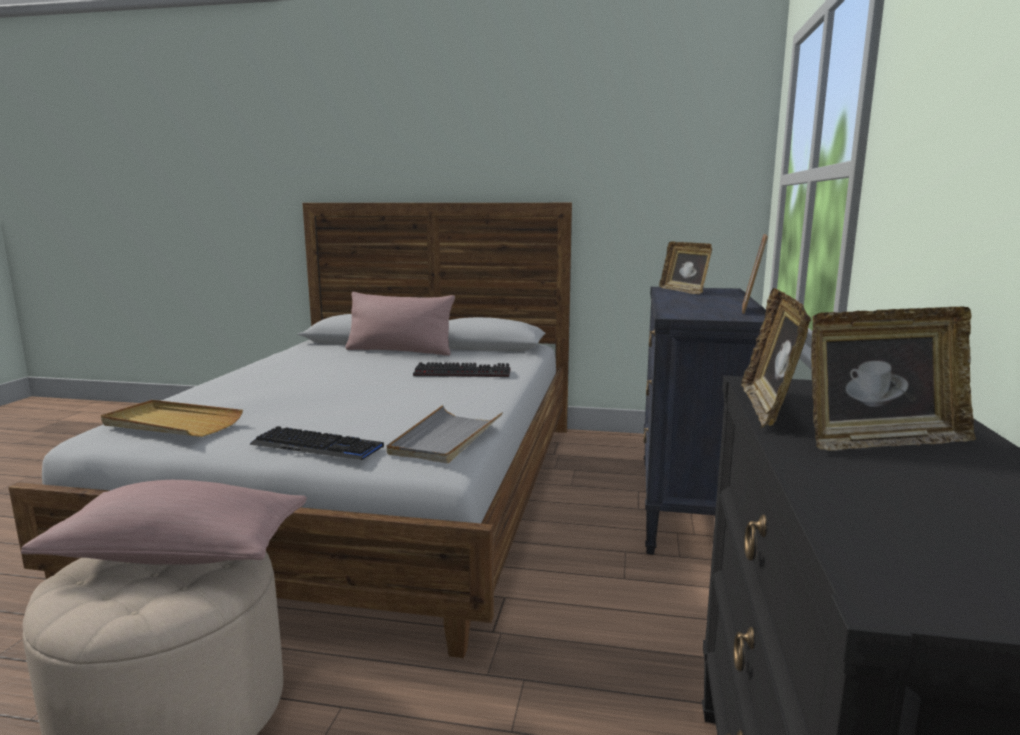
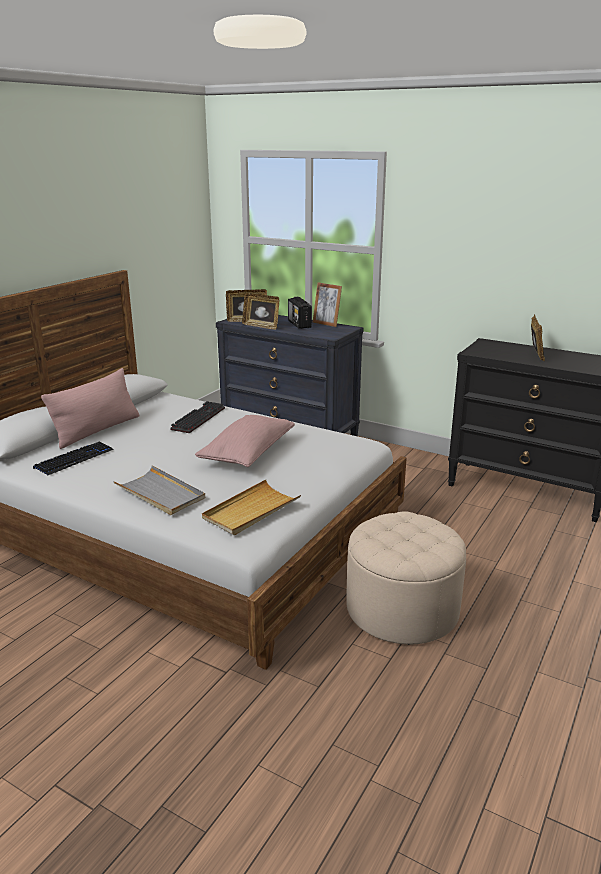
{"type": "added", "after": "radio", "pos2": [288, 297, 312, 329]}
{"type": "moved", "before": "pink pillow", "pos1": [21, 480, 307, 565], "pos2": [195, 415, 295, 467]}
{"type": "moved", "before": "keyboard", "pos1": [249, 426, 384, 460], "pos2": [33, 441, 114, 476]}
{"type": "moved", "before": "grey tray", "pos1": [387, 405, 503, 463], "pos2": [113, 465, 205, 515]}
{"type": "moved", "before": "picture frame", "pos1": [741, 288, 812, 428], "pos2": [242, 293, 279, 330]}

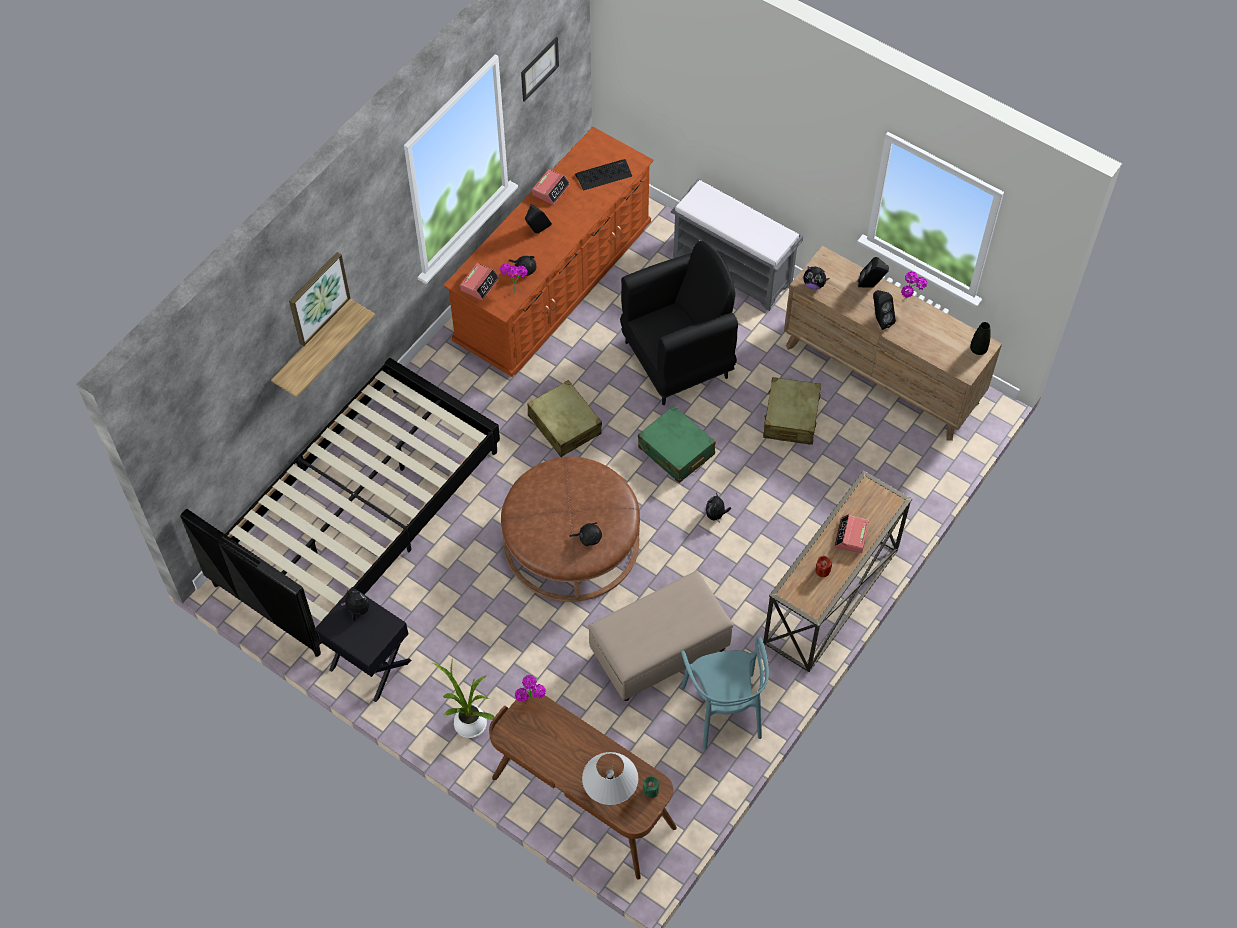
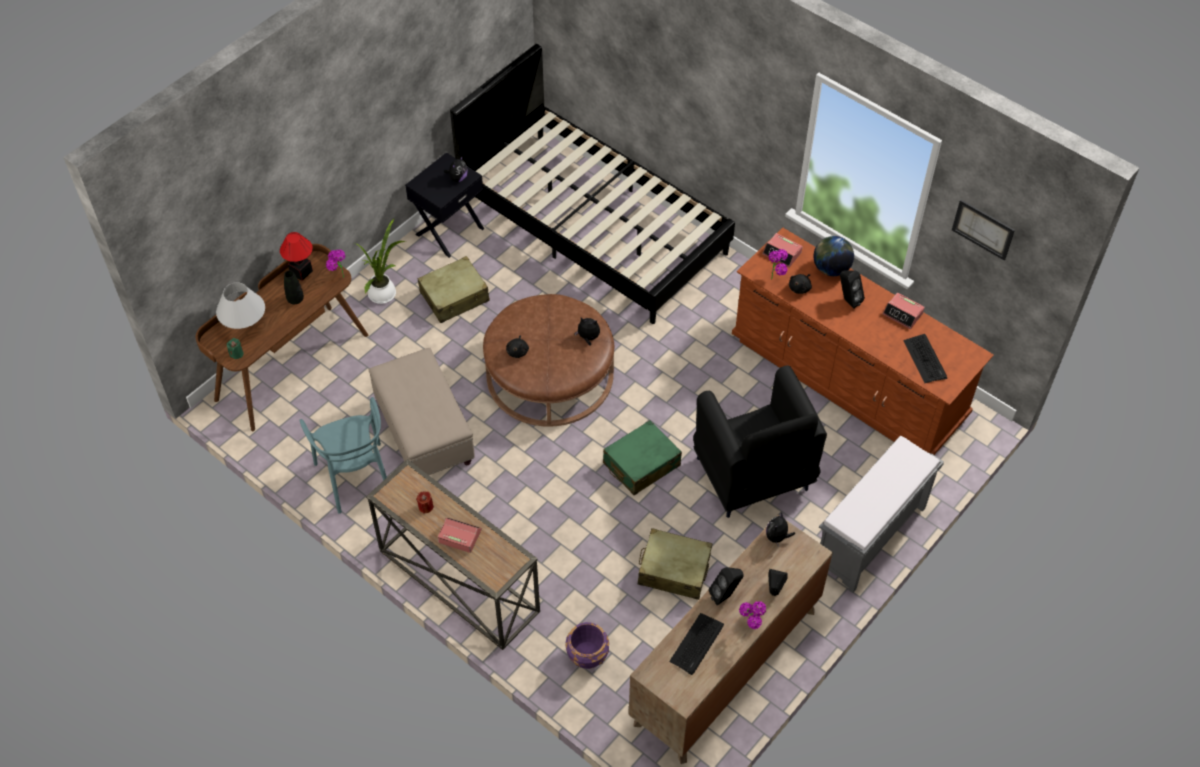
{"type": "removed", "before": "shelf", "pos1": [271, 299, 375, 397]}
{"type": "removed", "before": "picture", "pos1": [289, 252, 351, 346]}
{"type": "added", "after": "table lamp", "pos2": [280, 232, 313, 281]}
{"type": "added", "after": "purple planter", "pos2": [565, 622, 609, 669]}
{"type": "added", "after": "keyboard", "pos2": [669, 613, 724, 675]}
{"type": "added", "after": "globe", "pos2": [814, 236, 854, 276]}
{"type": "moved", "before": "beige suitcase", "pos1": [527, 380, 602, 457], "pos2": [417, 256, 490, 323]}
{"type": "moved", "before": "plush toy", "pos1": [706, 493, 731, 523], "pos2": [574, 318, 600, 346]}
{"type": "moved", "before": "black vase", "pos1": [970, 322, 991, 355], "pos2": [284, 270, 304, 304]}
{"type": "turned", "before": "turquoise chair", "pos1": [681, 636, 769, 749], "pos2": [299, 397, 387, 514], "turn": -105}

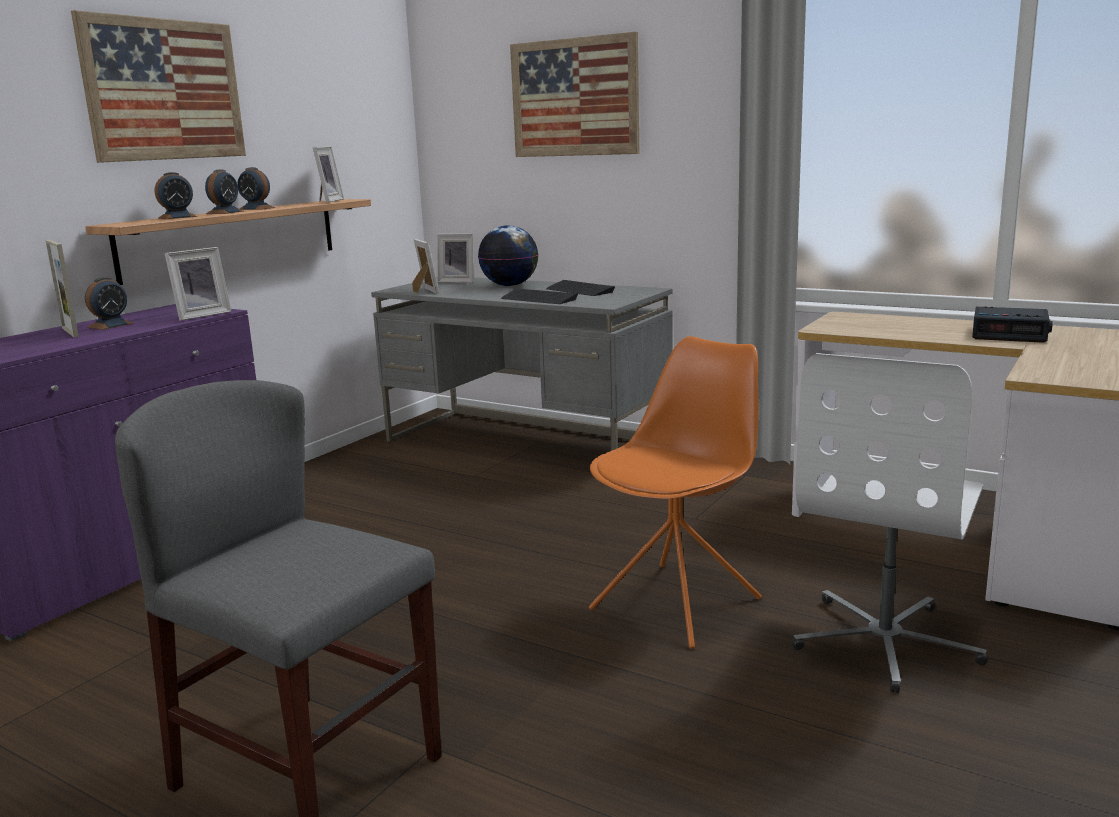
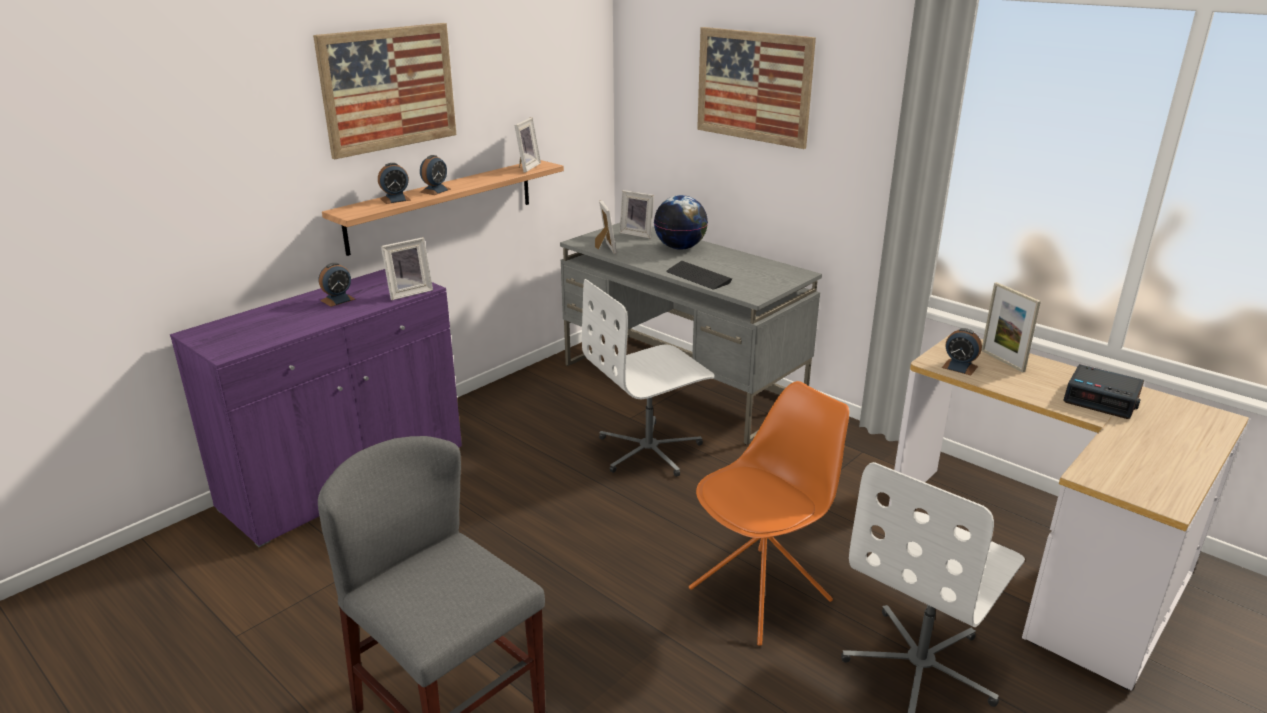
{"type": "removed", "before": "keyboard", "pos1": [546, 280, 615, 296]}
{"type": "added", "after": "white office chair", "pos2": [582, 279, 715, 477]}
{"type": "moved", "before": "picture frame", "pos1": [45, 240, 79, 338], "pos2": [981, 282, 1041, 372]}
{"type": "moved", "before": "alarm clock", "pos1": [237, 167, 275, 210], "pos2": [942, 328, 982, 375]}

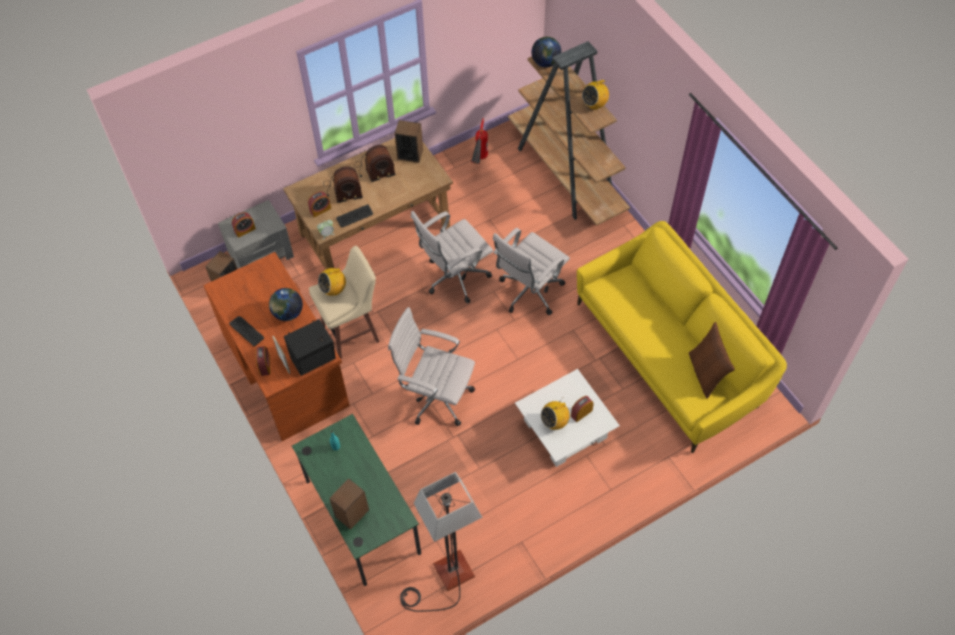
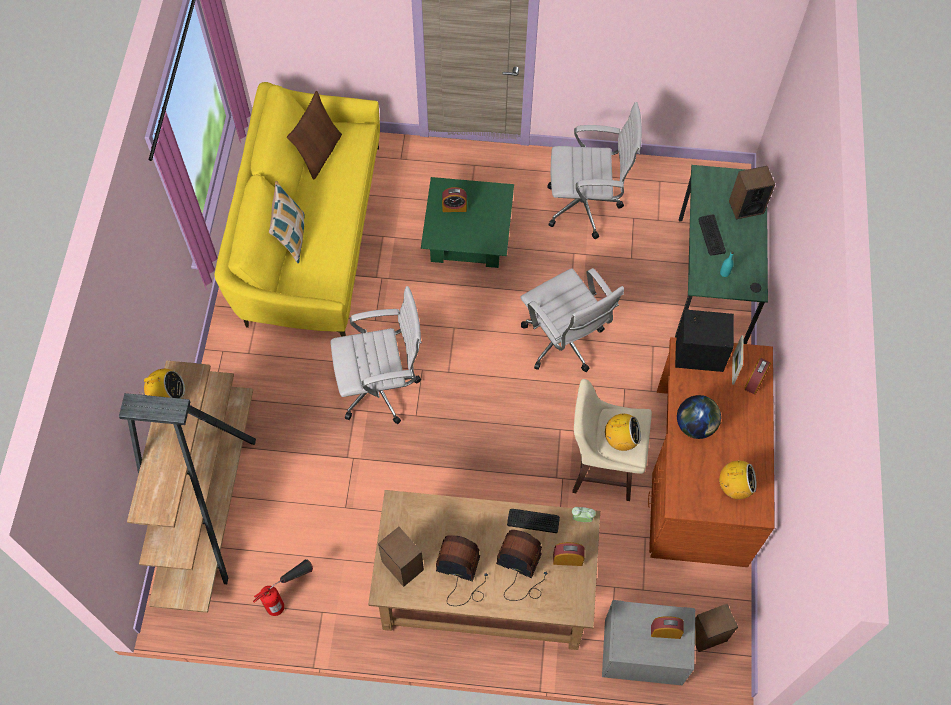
{"type": "removed", "before": "floor lamp", "pos1": [400, 472, 482, 612]}
{"type": "removed", "before": "globe", "pos1": [531, 37, 562, 68]}
{"type": "added", "after": "pillow", "pos2": [269, 181, 305, 264]}
{"type": "moved", "before": "keyboard", "pos1": [229, 316, 264, 347], "pos2": [698, 214, 726, 255]}
{"type": "moved", "before": "white office chair", "pos1": [411, 211, 493, 304], "pos2": [547, 102, 642, 239]}
{"type": "moved", "before": "radio", "pos1": [541, 400, 570, 430], "pos2": [719, 460, 757, 499]}
{"type": "recoloured", "before": "white coffee table", "after": "green coffee table", "pos1": [515, 369, 620, 467], "pos2": [421, 177, 514, 268]}

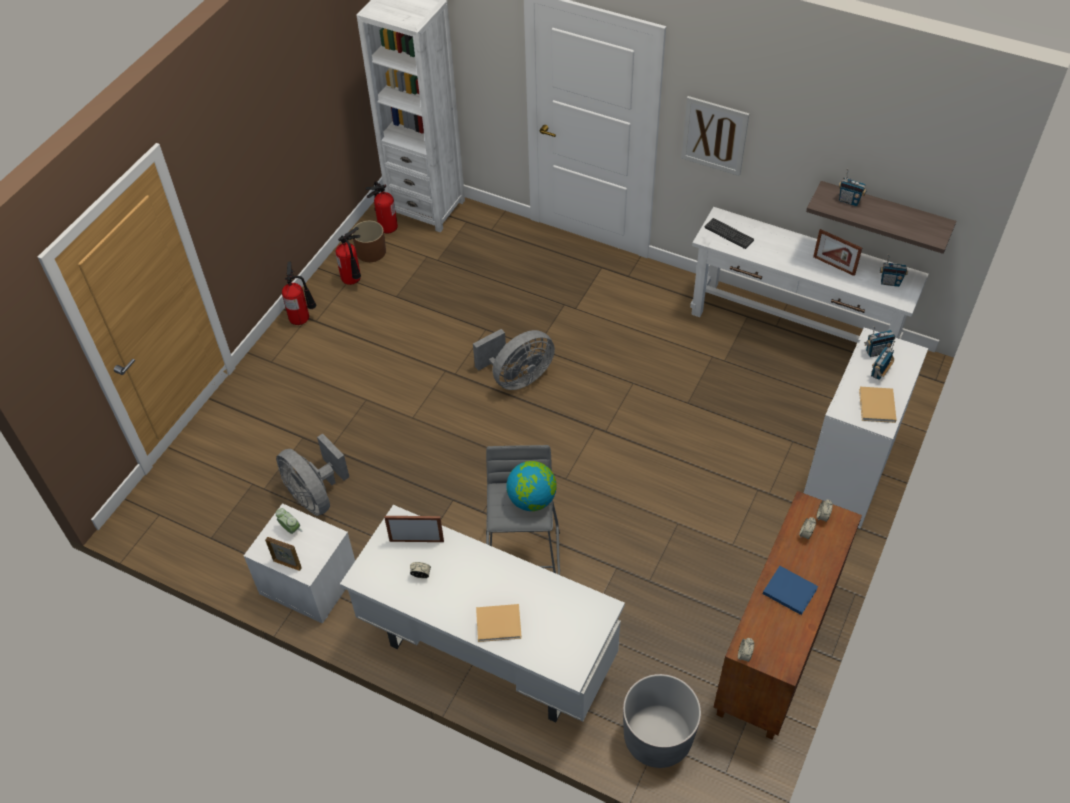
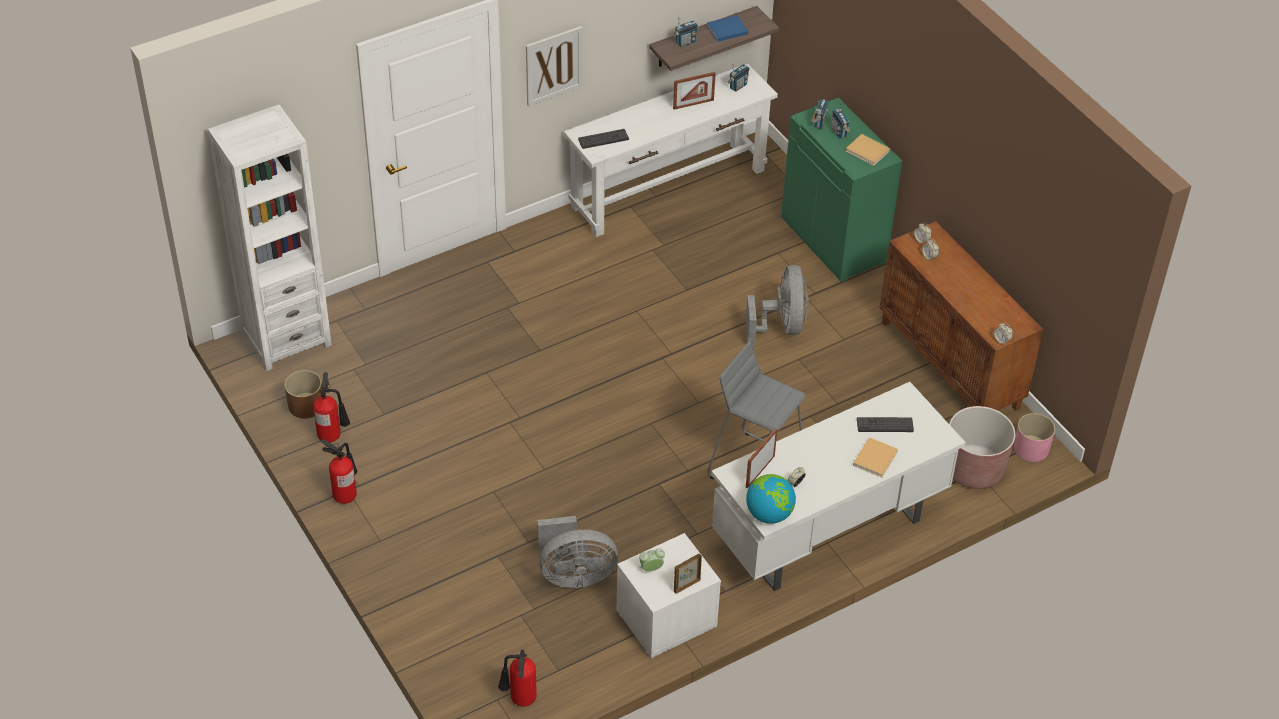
{"type": "added", "after": "keyboard", "pos2": [857, 417, 914, 432]}
{"type": "added", "after": "pink planter", "pos2": [1014, 413, 1055, 462]}
{"type": "moved", "before": "fire extinguisher", "pos1": [365, 181, 398, 234], "pos2": [498, 650, 537, 707]}
{"type": "moved", "before": "grey fan", "pos1": [473, 329, 555, 390], "pos2": [745, 265, 808, 346]}
{"type": "moved", "before": "globe", "pos1": [506, 461, 557, 511], "pos2": [746, 474, 796, 524]}
{"type": "moved", "before": "blue book", "pos1": [763, 566, 818, 615], "pos2": [707, 15, 748, 42]}
{"type": "recoloured", "before": "grey planter", "after": "brown planter", "pos1": [623, 674, 701, 768], "pos2": [949, 406, 1016, 489]}
{"type": "recoloured", "before": "white cabinet", "after": "green cabinet", "pos1": [804, 328, 928, 529], "pos2": [781, 98, 902, 282]}

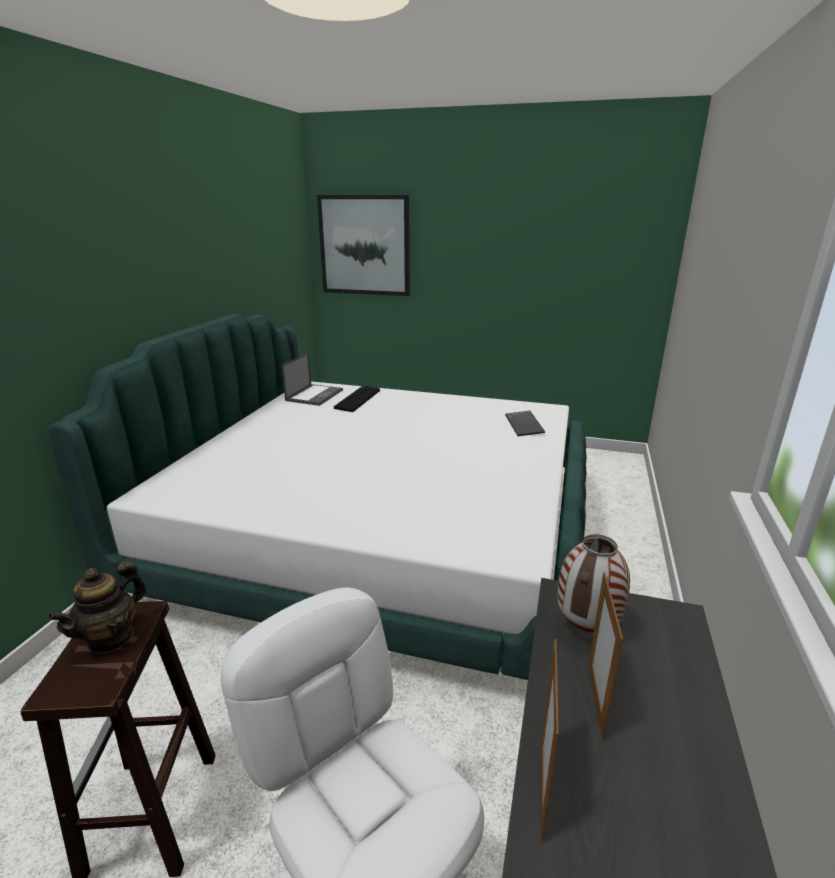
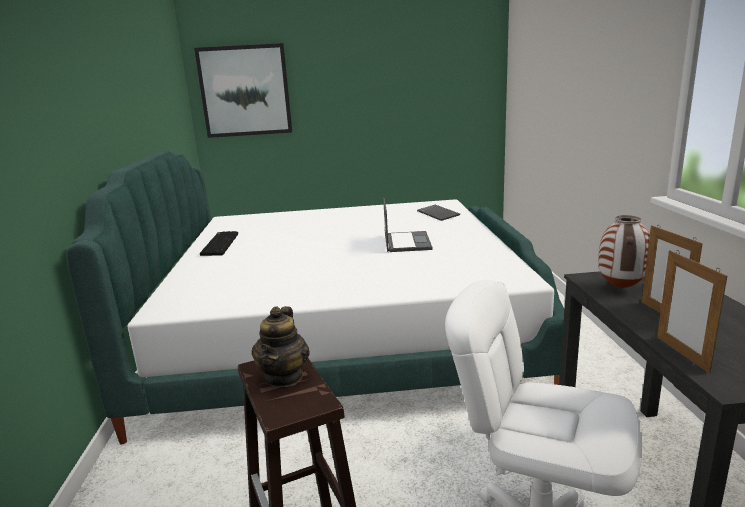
{"type": "moved", "before": "laptop", "pos1": [282, 353, 343, 406], "pos2": [383, 198, 432, 252]}
{"type": "moved", "before": "keyboard", "pos1": [334, 386, 380, 412], "pos2": [200, 231, 238, 256]}

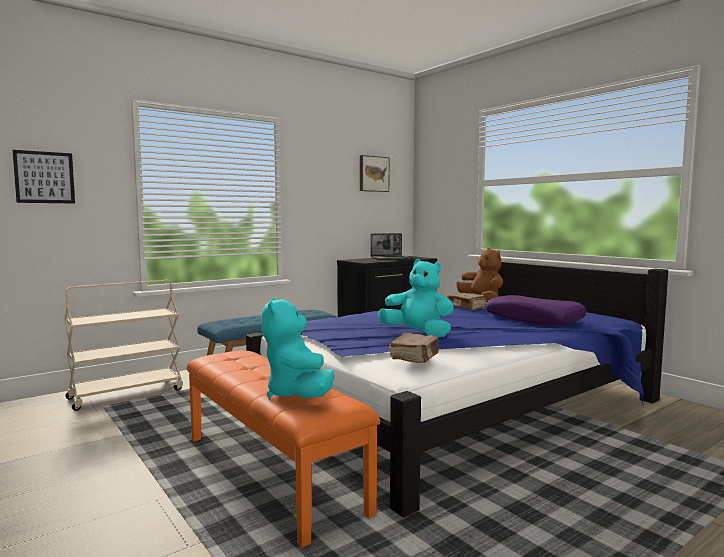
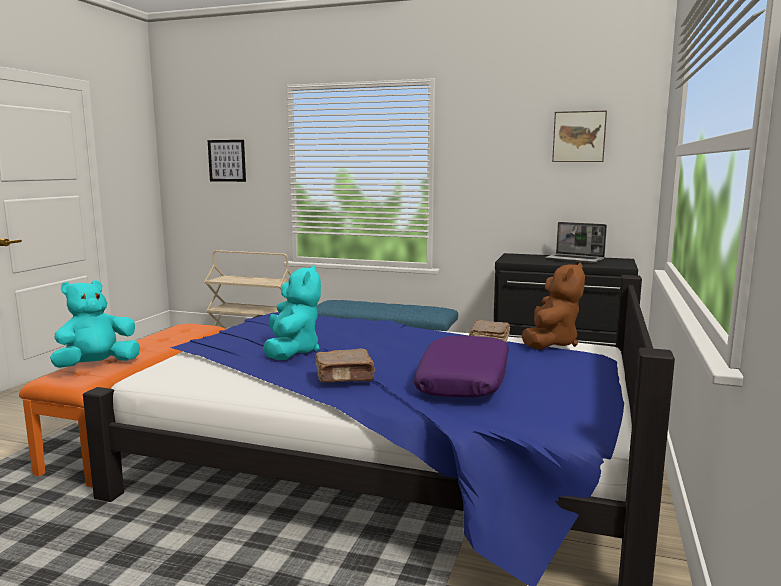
{"type": "moved", "before": "brown book", "pos1": [389, 333, 439, 363], "pos2": [315, 348, 376, 382]}

